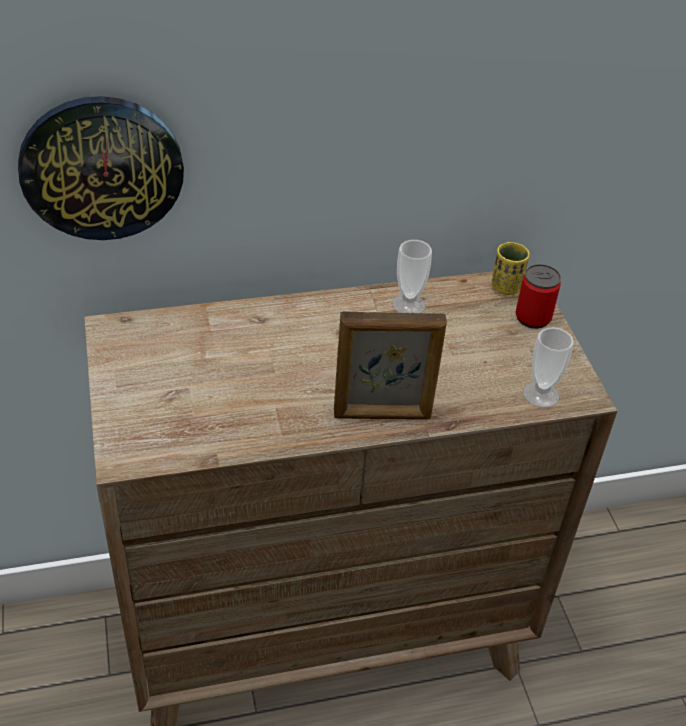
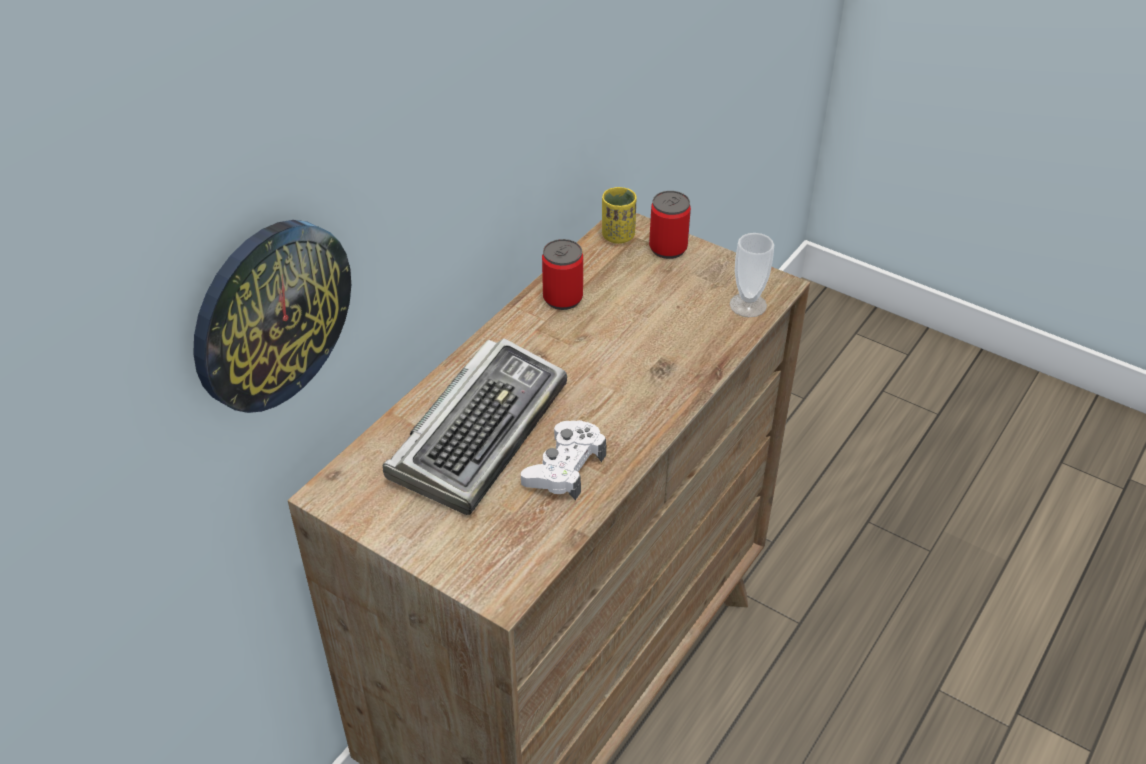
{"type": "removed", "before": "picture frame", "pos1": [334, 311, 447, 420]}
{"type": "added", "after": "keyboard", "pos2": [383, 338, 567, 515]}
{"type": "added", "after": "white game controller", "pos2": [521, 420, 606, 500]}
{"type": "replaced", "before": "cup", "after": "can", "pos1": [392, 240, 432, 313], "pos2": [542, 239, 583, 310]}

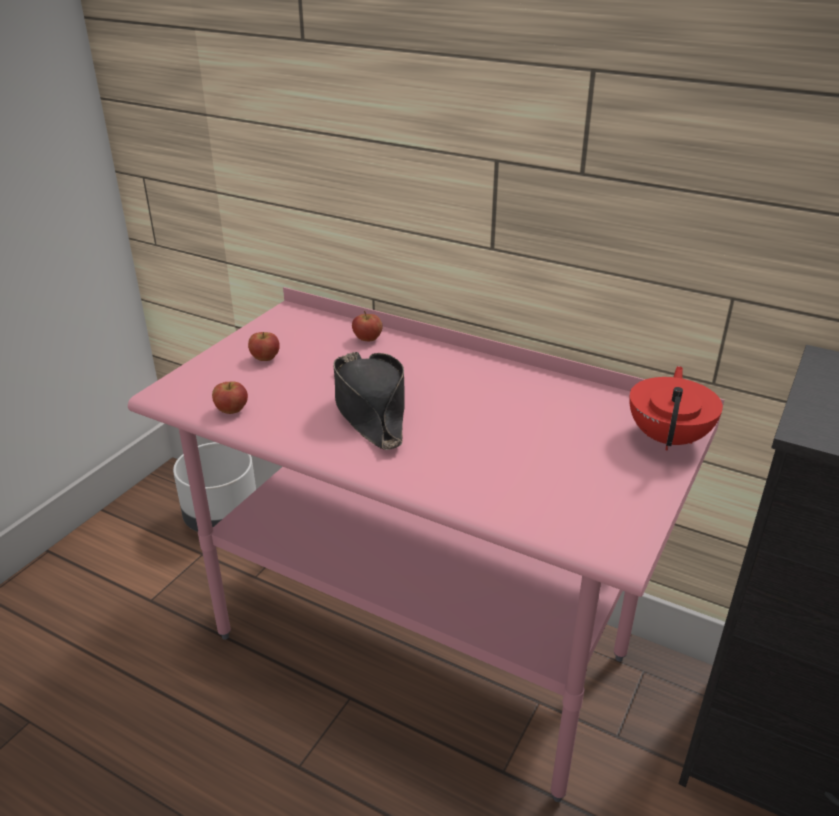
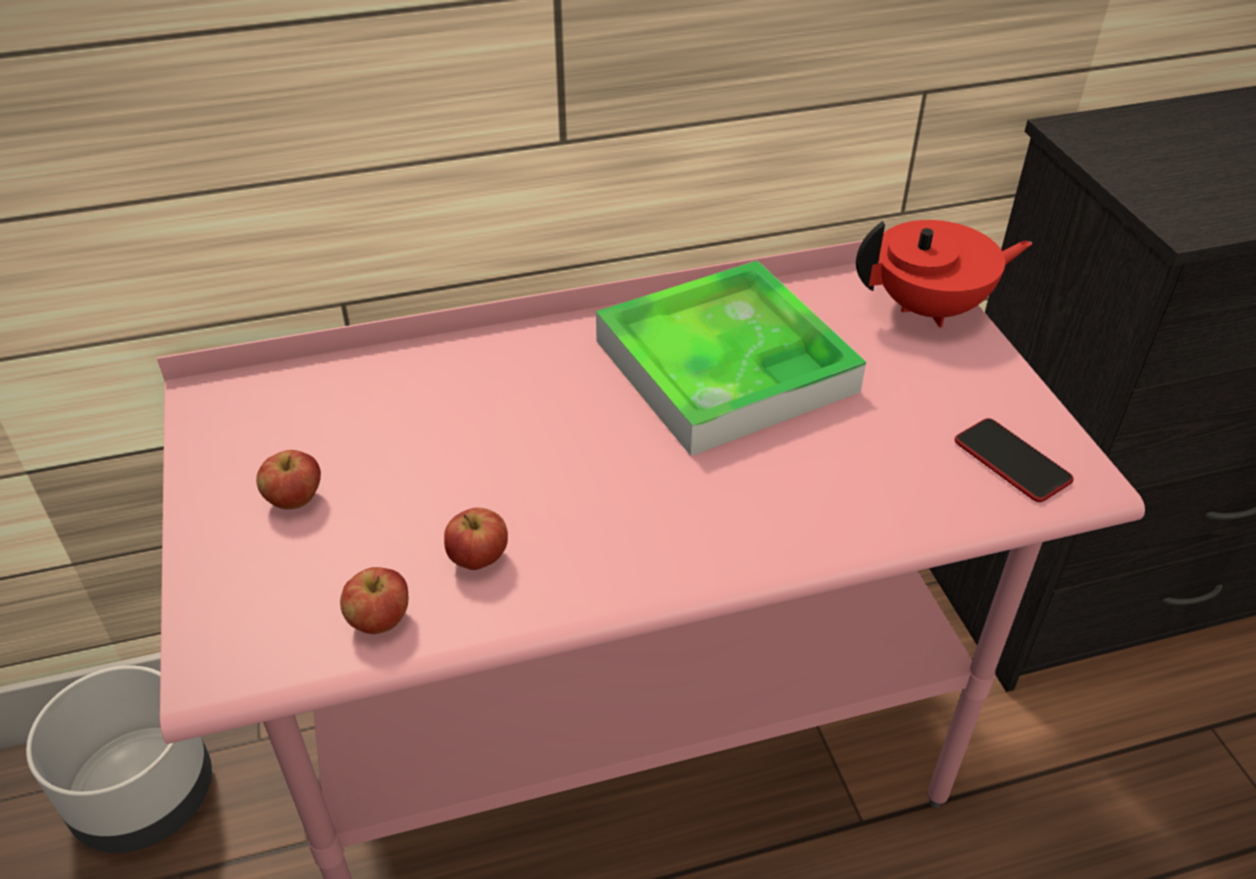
{"type": "removed", "before": "black hat", "pos1": [333, 352, 405, 450]}
{"type": "added", "after": "tray", "pos2": [596, 260, 866, 456]}
{"type": "added", "after": "phone", "pos2": [955, 418, 1074, 502]}
{"type": "moved", "before": "apple", "pos1": [352, 311, 382, 341], "pos2": [444, 508, 508, 570]}
{"type": "turned", "before": "red teapot", "pos1": [629, 366, 723, 450], "pos2": [856, 220, 1032, 328], "turn": 105}

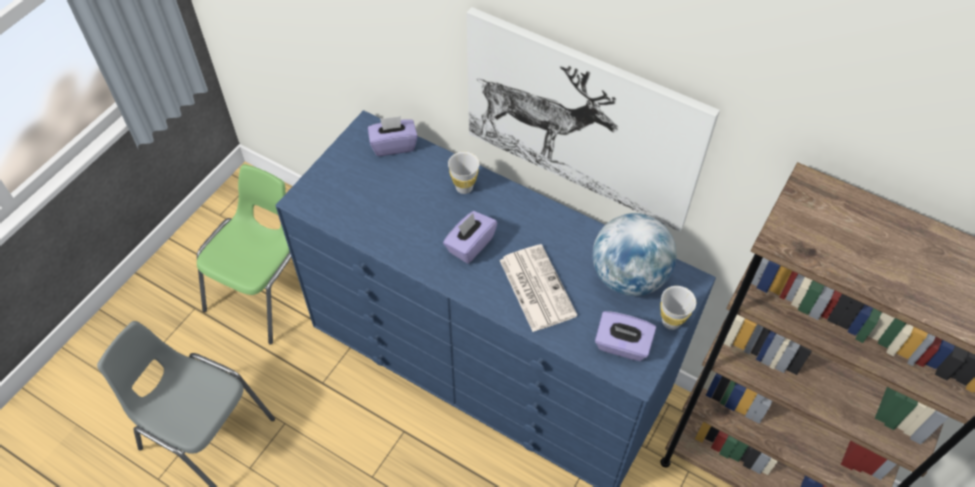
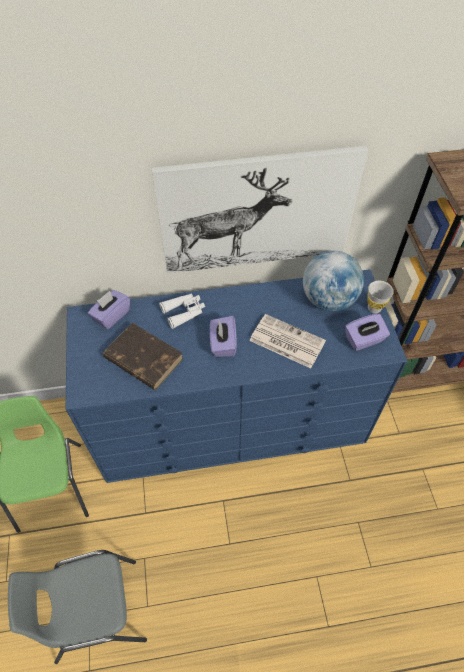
{"type": "added", "after": "brown book", "pos2": [103, 323, 183, 390]}
{"type": "replaced", "before": "white cup", "after": "white binoculars", "pos1": [448, 152, 480, 194], "pos2": [159, 293, 205, 329]}

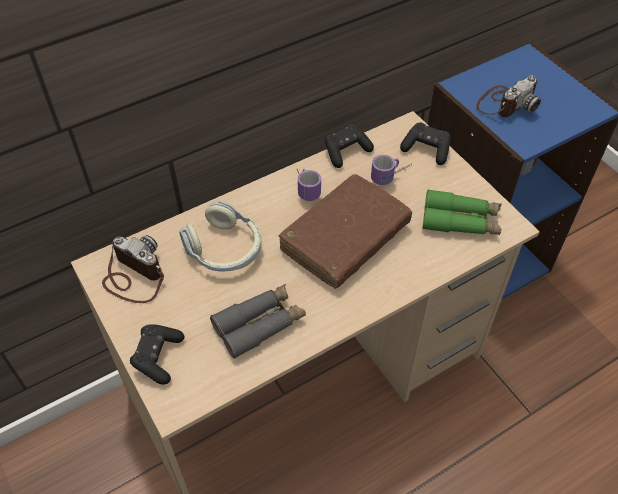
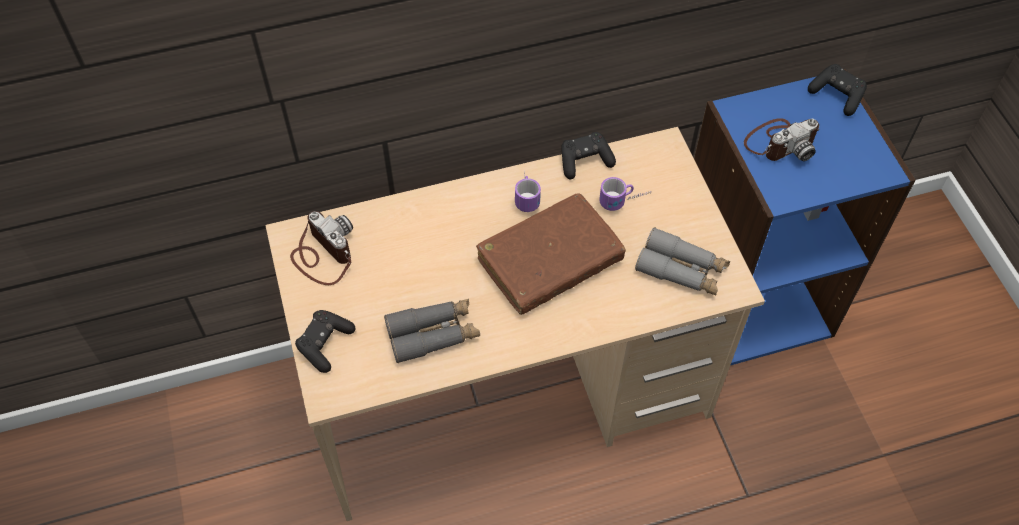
{"type": "removed", "before": "headphones", "pos1": [179, 201, 261, 272]}
{"type": "moved", "before": "black game controller", "pos1": [400, 122, 451, 165], "pos2": [808, 64, 867, 116]}
{"type": "recoloured", "before": "green binoculars", "after": "grey binoculars", "pos1": [422, 189, 502, 235], "pos2": [635, 227, 730, 295]}

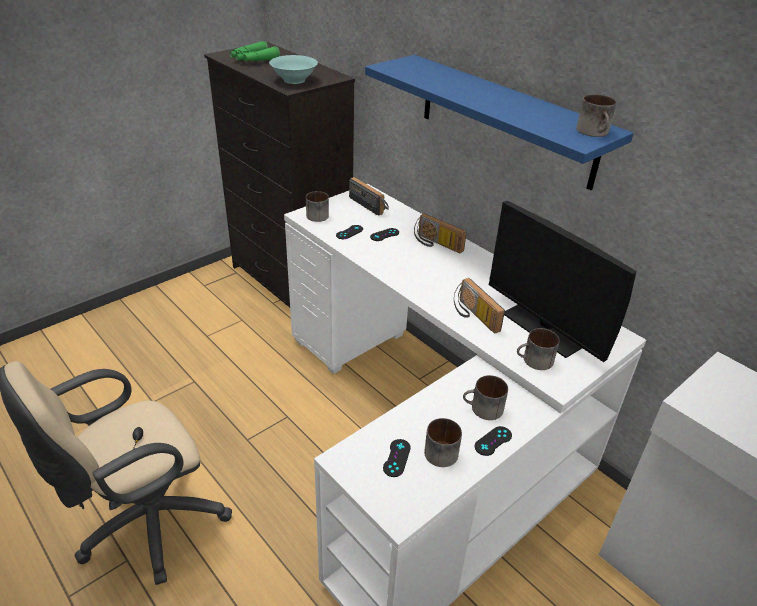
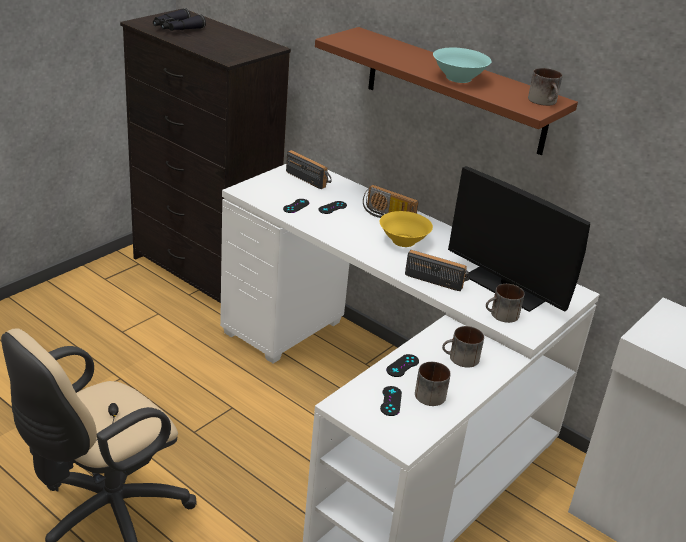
{"type": "removed", "before": "mug", "pos1": [306, 191, 329, 222]}
{"type": "added", "after": "yellow bowl", "pos2": [380, 211, 433, 247]}
{"type": "moved", "before": "turquoise bowl", "pos1": [269, 55, 318, 84], "pos2": [433, 48, 491, 83]}
{"type": "moved", "before": "black game controller", "pos1": [475, 426, 512, 456], "pos2": [386, 354, 419, 377]}
{"type": "recoloured", "before": "green binoculars", "after": "black binoculars", "pos1": [230, 41, 280, 62], "pos2": [153, 8, 206, 31]}
{"type": "recoloured", "before": "blue shelf", "after": "brown shelf", "pos1": [365, 55, 634, 190], "pos2": [315, 27, 578, 155]}
{"type": "turned", "before": "radio", "pos1": [454, 278, 505, 333], "pos2": [405, 250, 470, 291], "turn": 150}

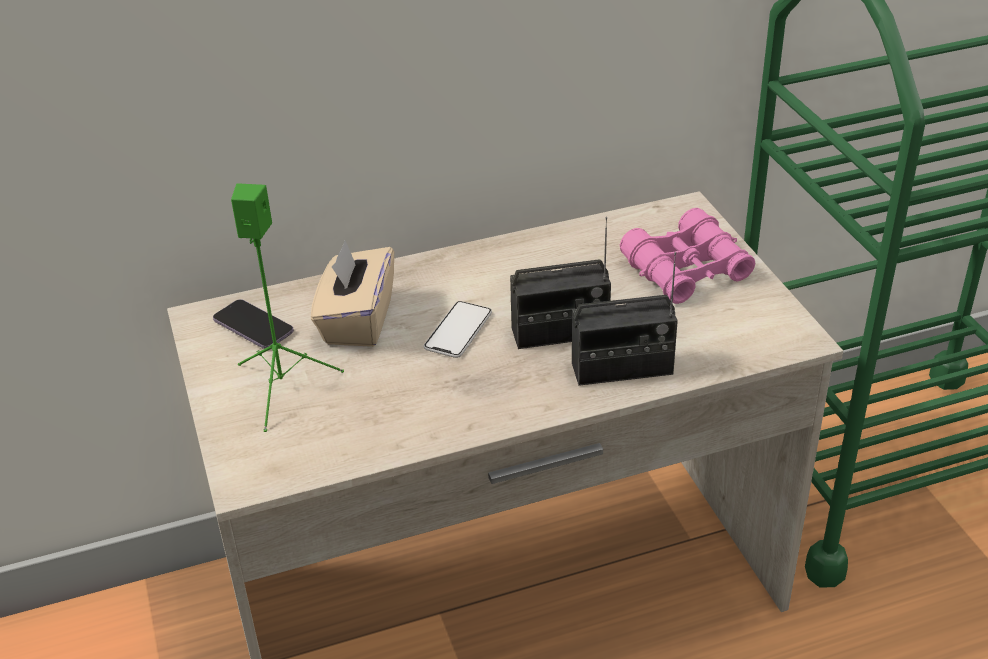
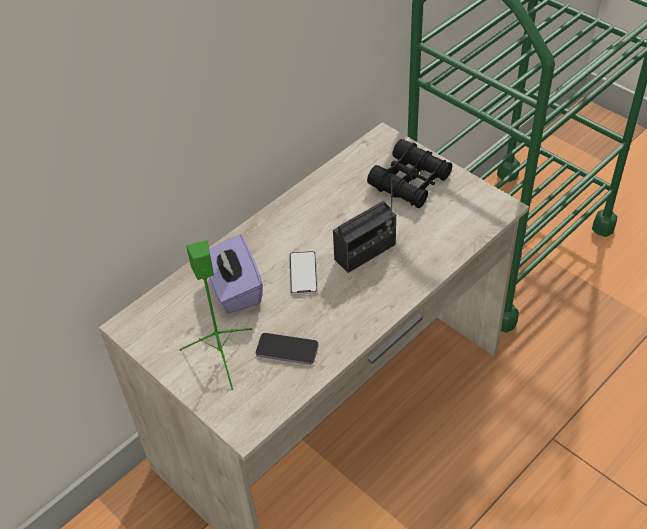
{"type": "removed", "before": "radio", "pos1": [572, 252, 678, 386]}
{"type": "moved", "before": "phone", "pos1": [213, 299, 294, 349], "pos2": [256, 333, 319, 365]}
{"type": "recoloured", "before": "beige tissue box", "after": "purple tissue box", "pos1": [311, 241, 394, 347], "pos2": [208, 234, 263, 314]}
{"type": "recoloured", "before": "pink binoculars", "after": "black binoculars", "pos1": [620, 208, 755, 304], "pos2": [367, 139, 452, 208]}

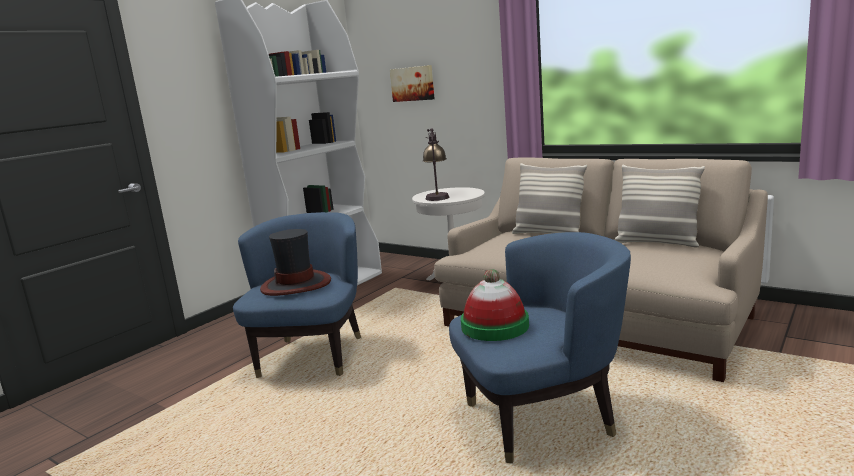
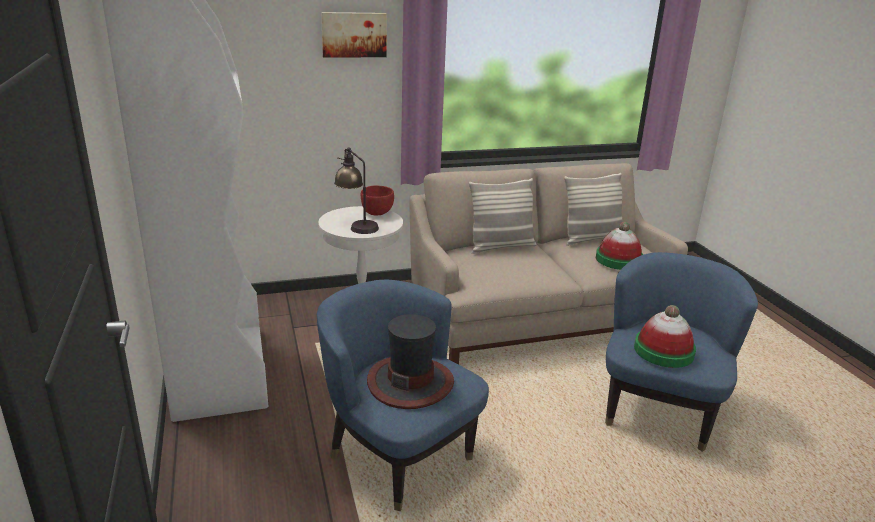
{"type": "added", "after": "red bowl", "pos2": [361, 185, 394, 215]}
{"type": "added", "after": "hat", "pos2": [596, 222, 643, 270]}
{"type": "moved", "before": "picture", "pos1": [390, 65, 435, 102], "pos2": [321, 12, 387, 58]}

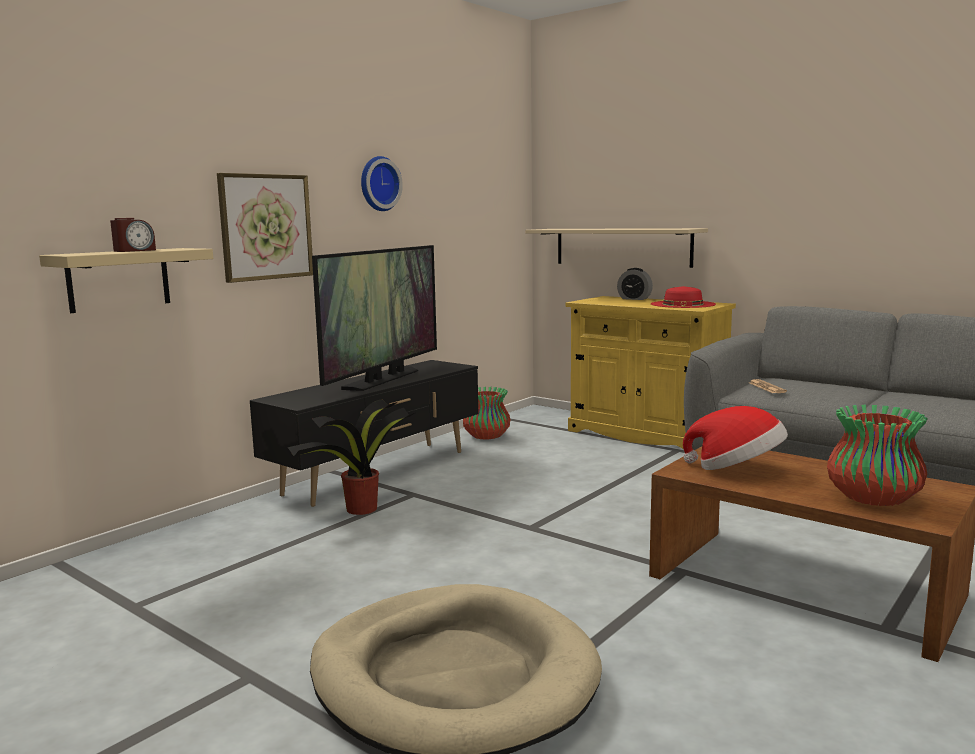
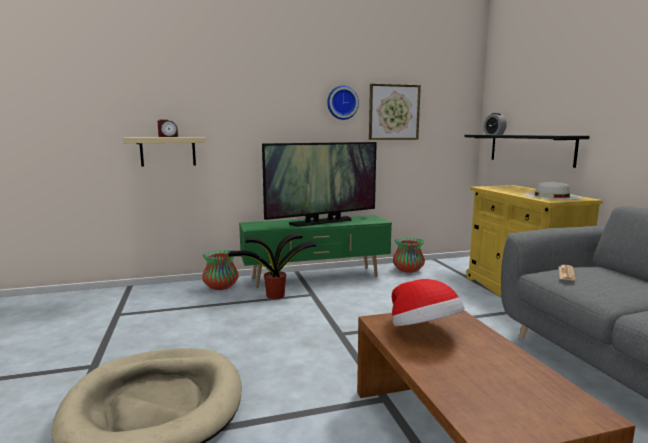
{"type": "moved", "before": "picture", "pos1": [217, 173, 313, 283], "pos2": [369, 84, 421, 140]}
{"type": "moved", "before": "alarm clock", "pos1": [617, 268, 653, 300], "pos2": [484, 113, 507, 135]}
{"type": "moved", "before": "vase", "pos1": [827, 404, 928, 506], "pos2": [202, 250, 239, 290]}
{"type": "recoloured", "before": "black tv stand", "after": "green tv stand", "pos1": [250, 360, 478, 507], "pos2": [239, 215, 392, 288]}
{"type": "recoloured", "before": "beige shelf", "after": "black shelf", "pos1": [525, 228, 708, 268], "pos2": [464, 135, 589, 168]}
{"type": "recoloured", "before": "red hat", "after": "white hat", "pos1": [651, 286, 716, 308], "pos2": [524, 182, 581, 200]}

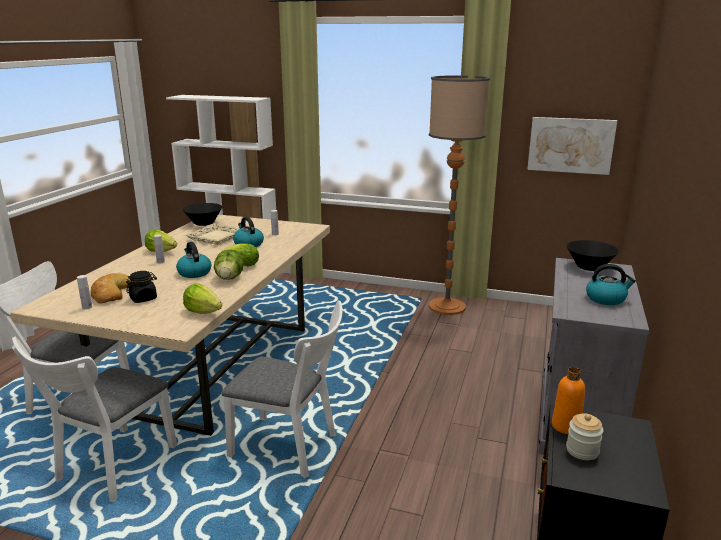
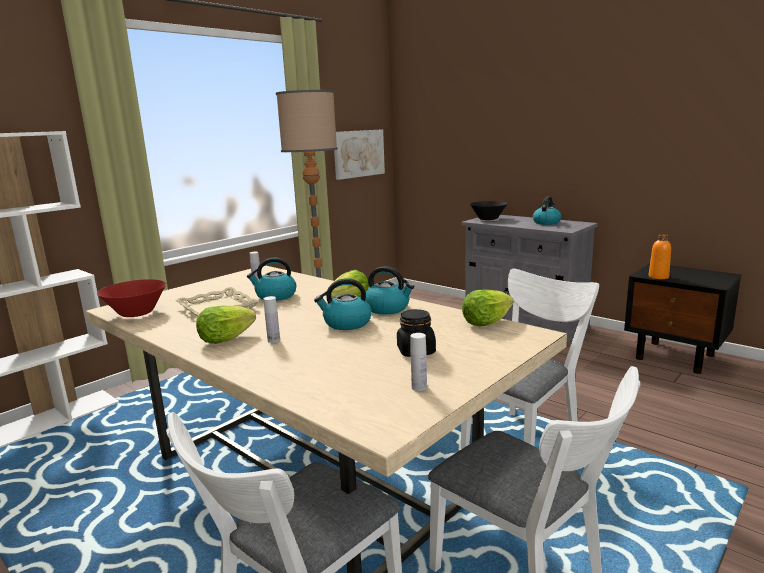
{"type": "removed", "before": "bread", "pos1": [91, 273, 131, 303]}
{"type": "removed", "before": "jar", "pos1": [566, 413, 603, 460]}
{"type": "replaced", "before": "lettuce", "after": "kettle", "pos1": [214, 249, 244, 280], "pos2": [365, 266, 414, 314]}
{"type": "recoloured", "before": "black bowl", "after": "red bowl", "pos1": [182, 203, 222, 226], "pos2": [97, 279, 166, 317]}

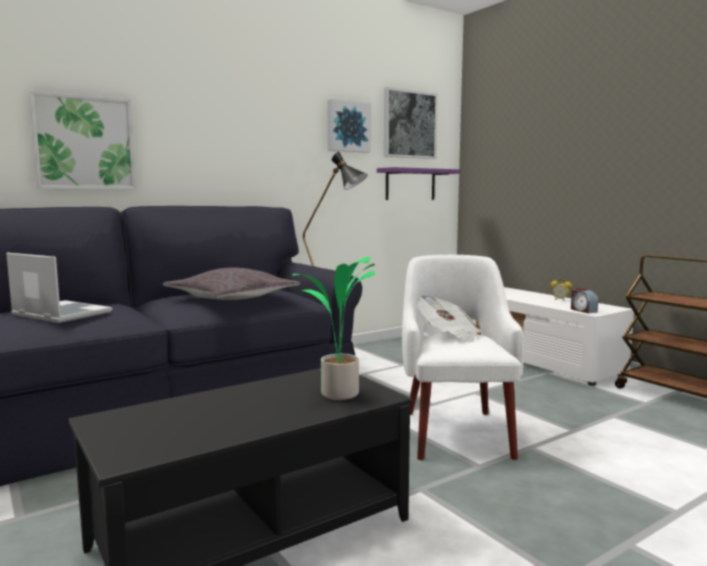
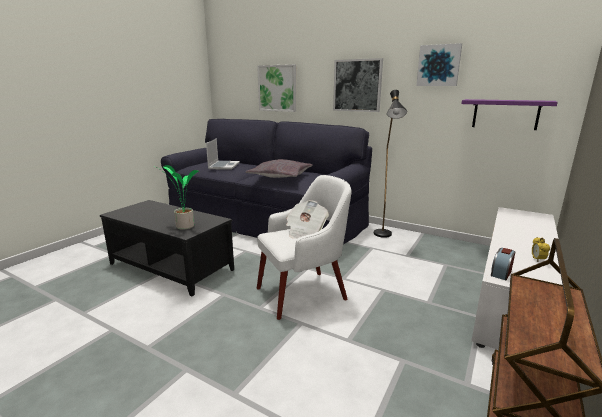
{"type": "moved", "before": "picture", "pos1": [384, 87, 438, 159], "pos2": [333, 58, 383, 112]}

